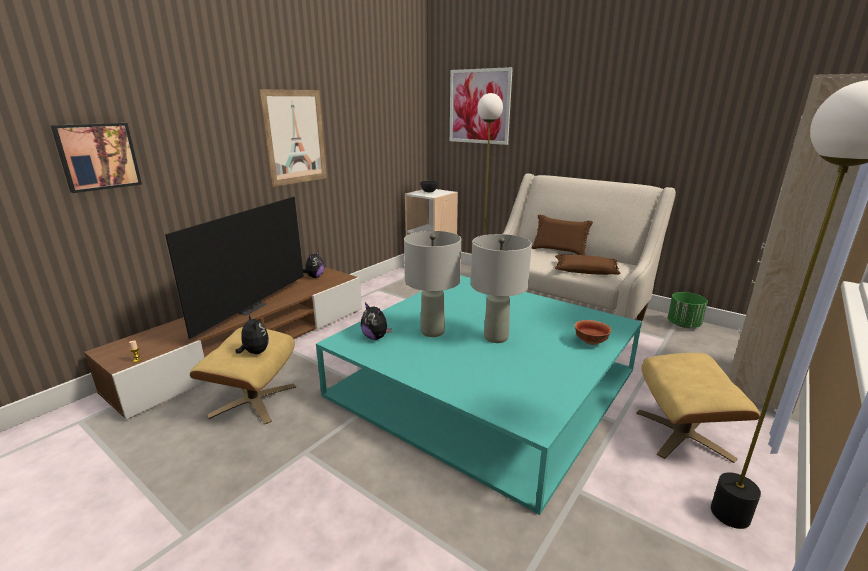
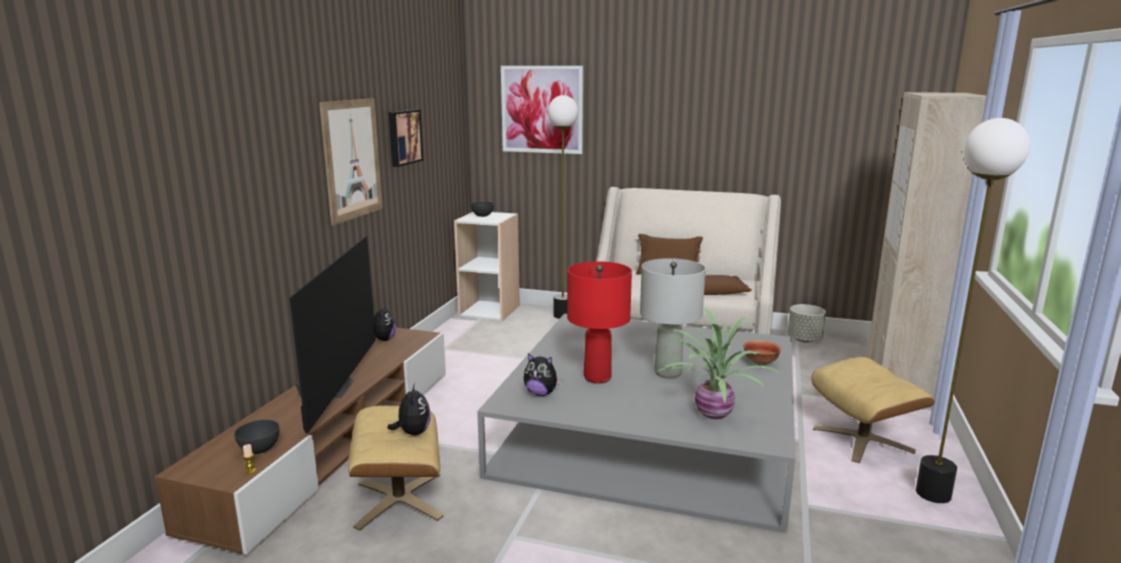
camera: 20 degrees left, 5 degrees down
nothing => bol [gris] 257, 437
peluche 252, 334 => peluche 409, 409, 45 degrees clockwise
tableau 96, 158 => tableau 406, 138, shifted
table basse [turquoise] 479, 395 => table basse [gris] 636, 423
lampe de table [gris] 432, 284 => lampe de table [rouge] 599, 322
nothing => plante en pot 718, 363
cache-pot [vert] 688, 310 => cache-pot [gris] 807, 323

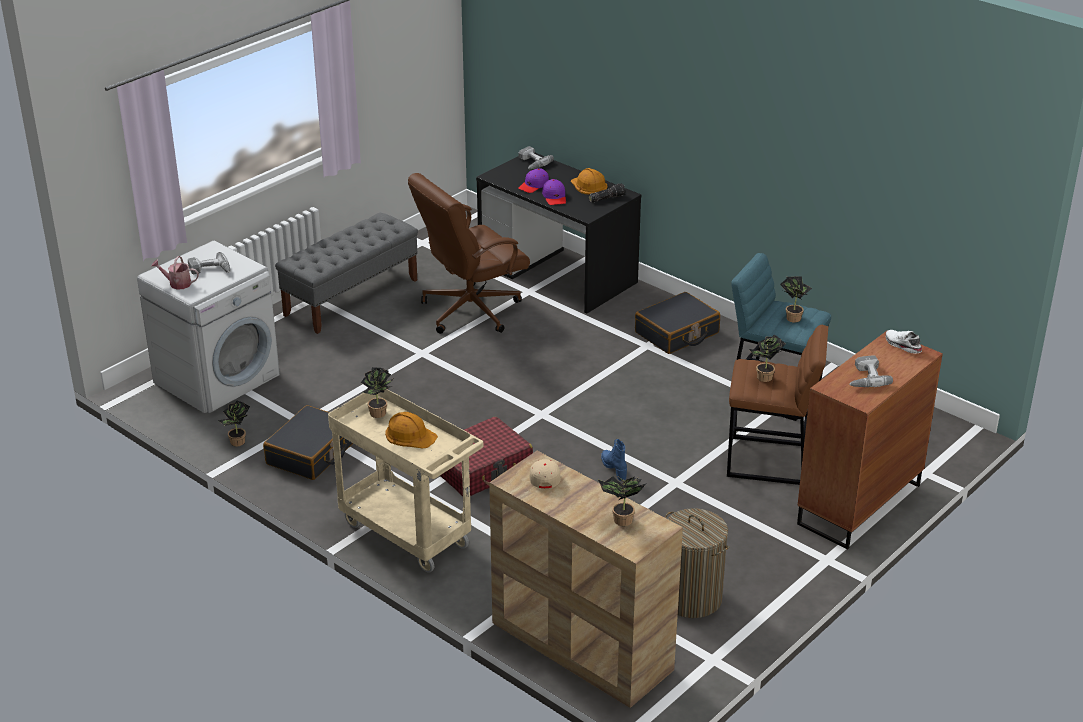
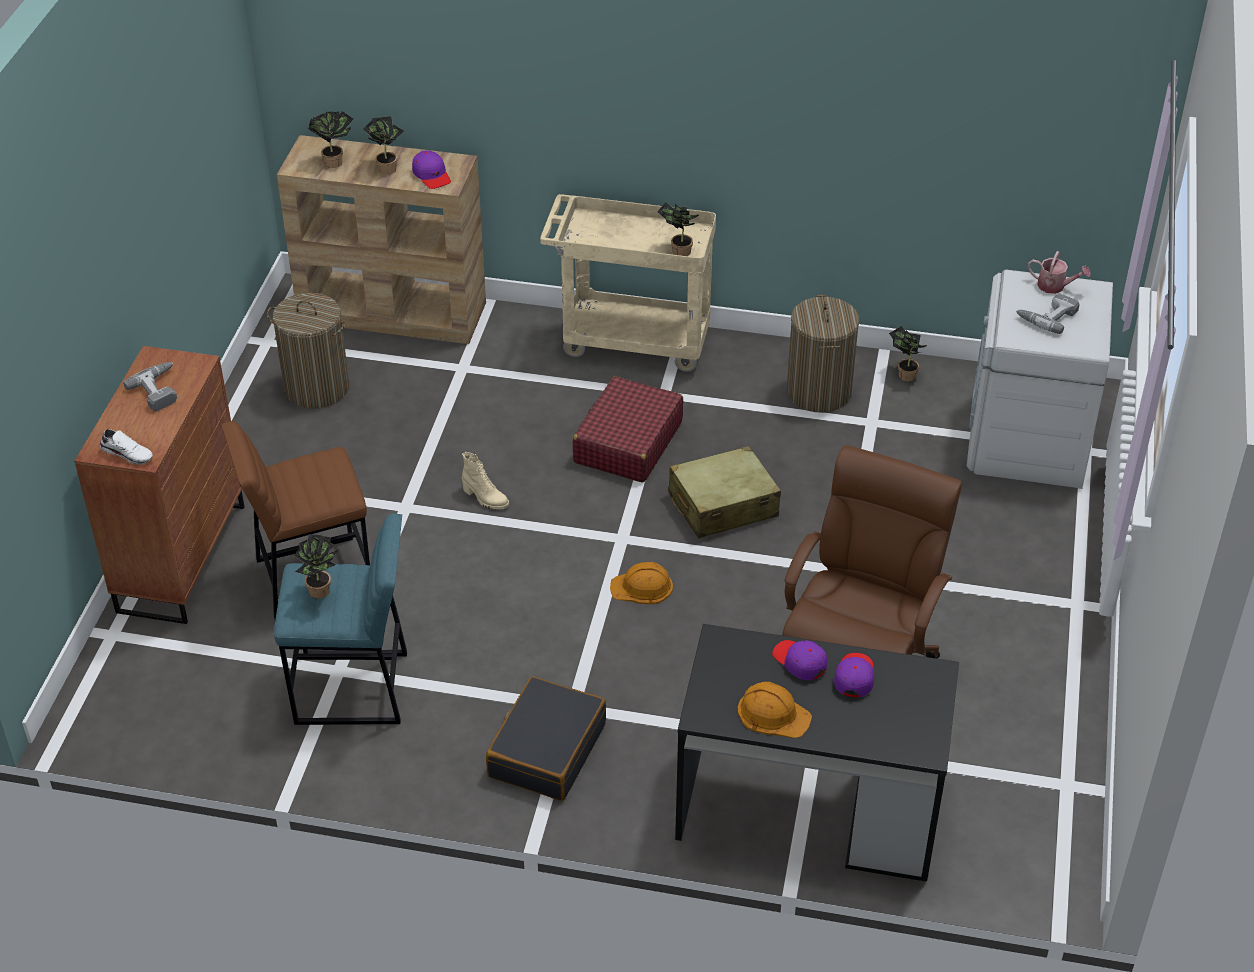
camera: 150 degrees right, 10 degrees up
plante en pot 767, 358 => plante en pot 383, 145, shifted
casquette [beige] 544, 473 => casquette [violet] 431, 169
botte [bleu] 614, 460 => botte [beige] 485, 480
casque de chantier [orange] 411, 430 => casque de chantier [orange] 641, 583, shifted
nothing => valise [beige] 724, 492
valise [noir] 308, 442 => panier à linge 823, 354
arrosoir 175, 273 => arrosoir 1059, 272, 45 degrees clockwise
banc [gris] 346, 273 => nothing
perceuse 536, 158 => nothing
lampe de poche 607, 193 => nothing

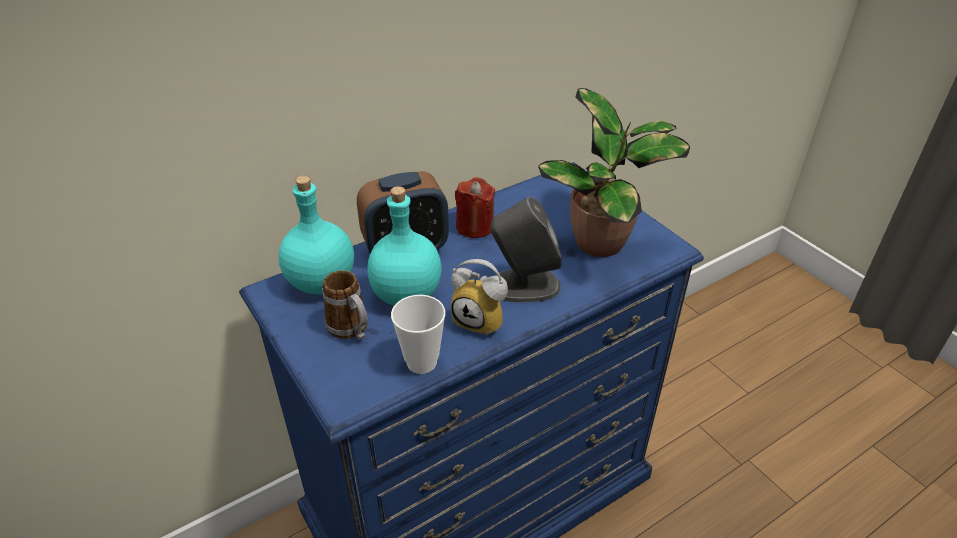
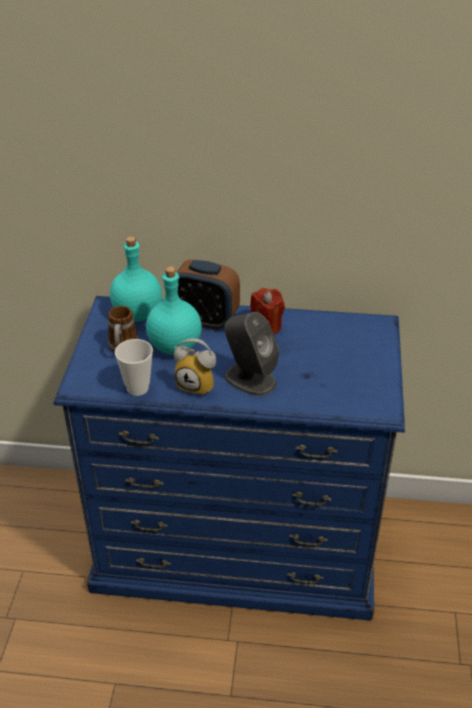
camera: 40 degrees right, 0 degrees up
réveil 479, 298 => réveil 195, 367, 45 degrees counterclockwise
plante en pot 614, 172 => nothing

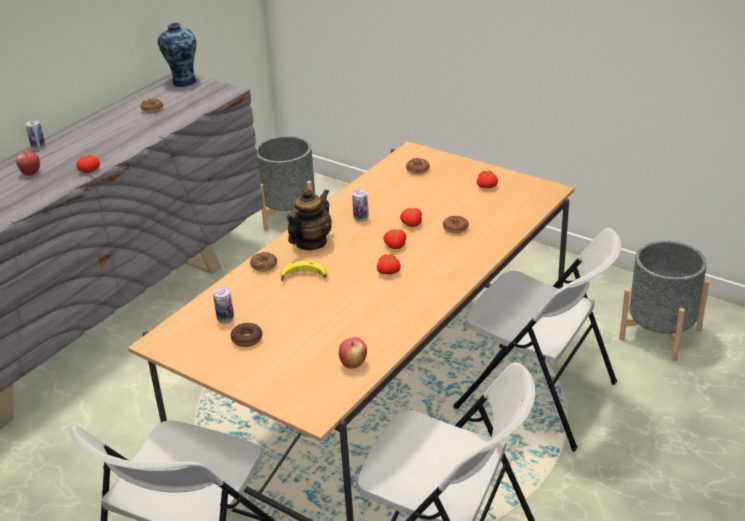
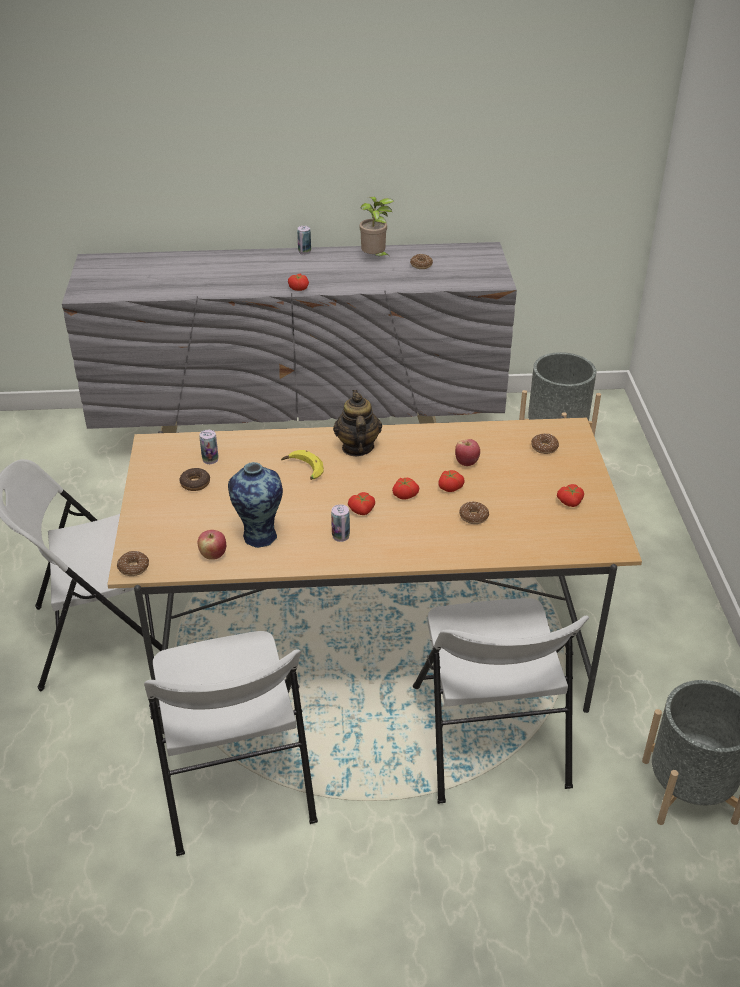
camera: 50 degrees right, 5 degrees up
beignet 263, 262 => beignet 133, 563, shifted
vase 177, 55 => vase 255, 505, shifted
boîte métallique 360, 206 => boîte métallique 340, 523, shifted
théière 309, 219 => théière 357, 423, 90 degrees counterclockwise
nothing => plante en pot 376, 227
pomme 28, 163 => pomme 467, 452, shifted

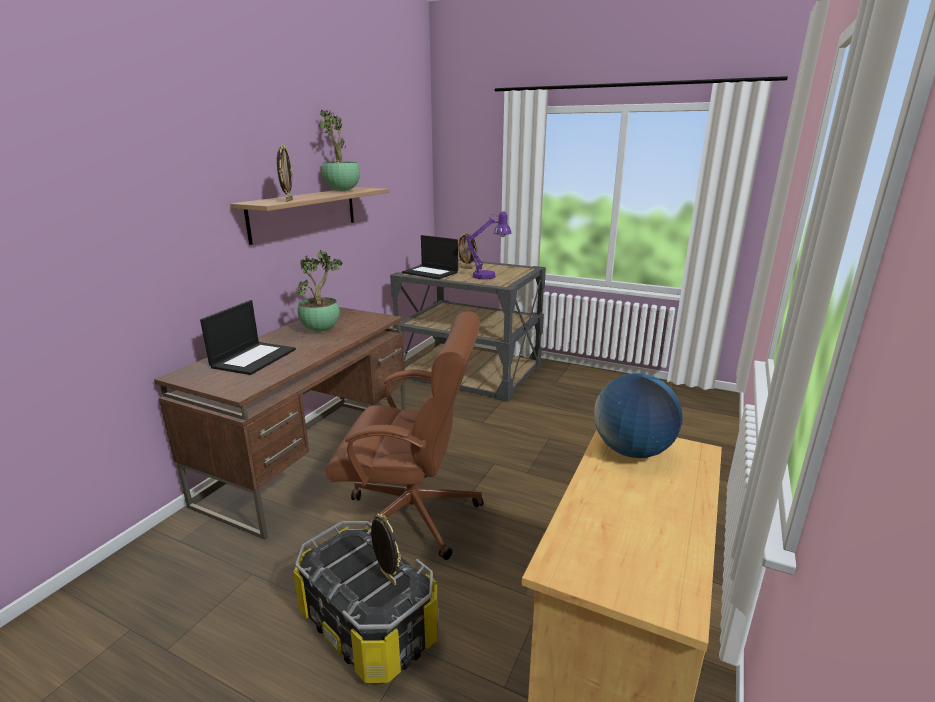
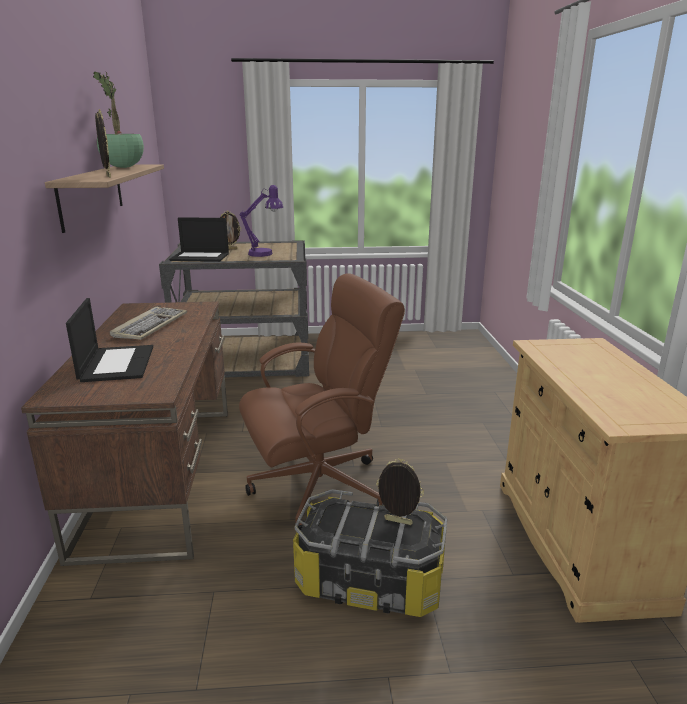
camera: 30 degrees left, 0 degrees up
plante en pot 319, 291 => clavier 148, 323
globe 638, 415 => nothing

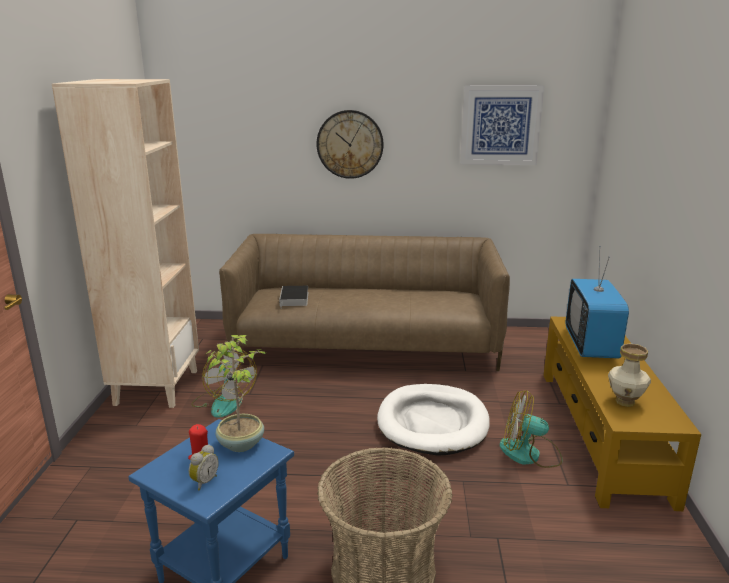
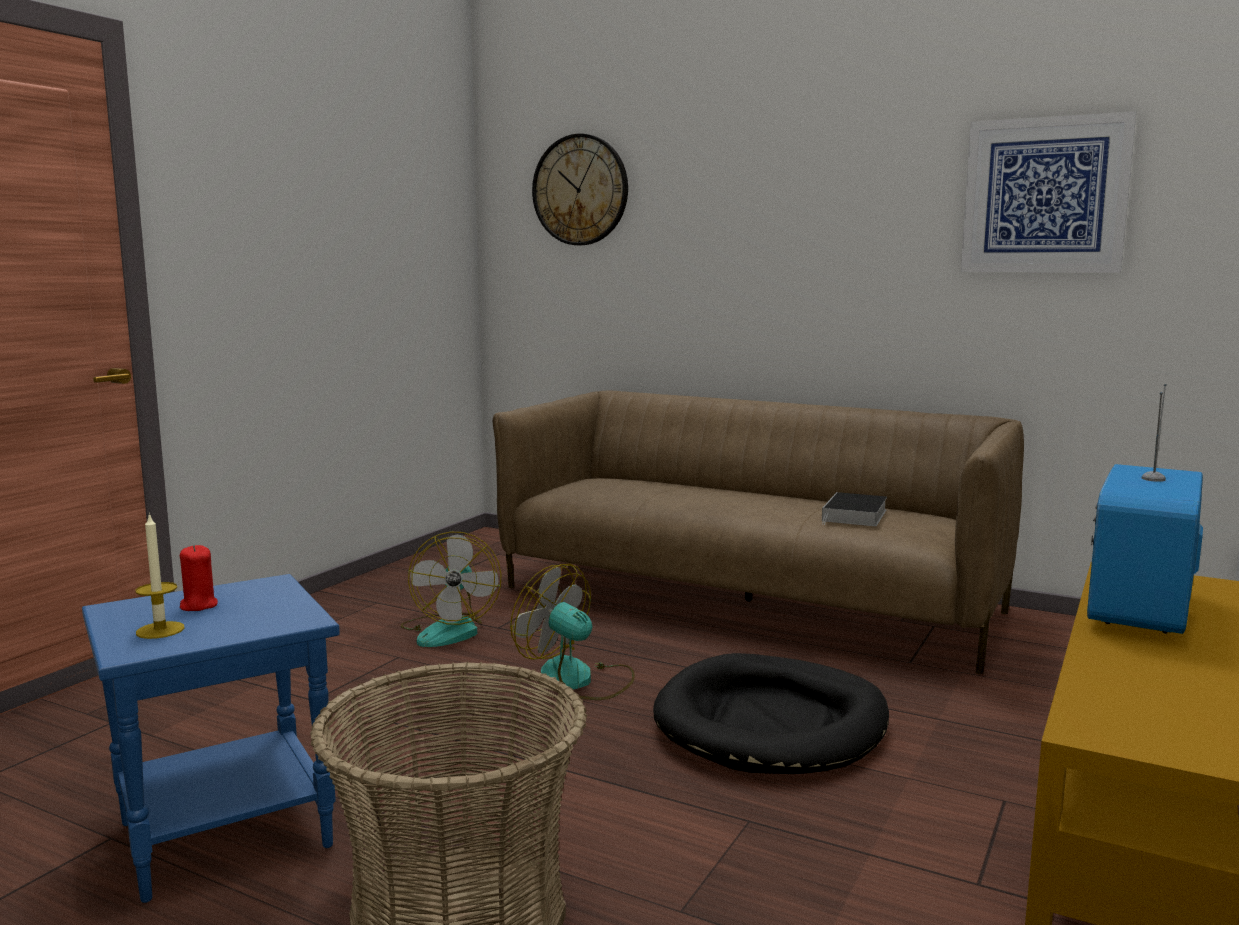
camera: 25 degrees right, 10 degrees down
réveil 204, 467 => bougie 160, 576
ventilateur 531, 429 => ventilateur 572, 632, shifted
horloge murale 350, 144 => horloge murale 580, 189, shifted
panier pour chien [blanc] 433, 420 => panier pour chien [noir] 771, 713
livre 294, 296 => livre 854, 509, shifted
bibliothèque [beige] 125, 243 => nothing
plante en pot 235, 393 => nothing
vase 629, 375 => nothing

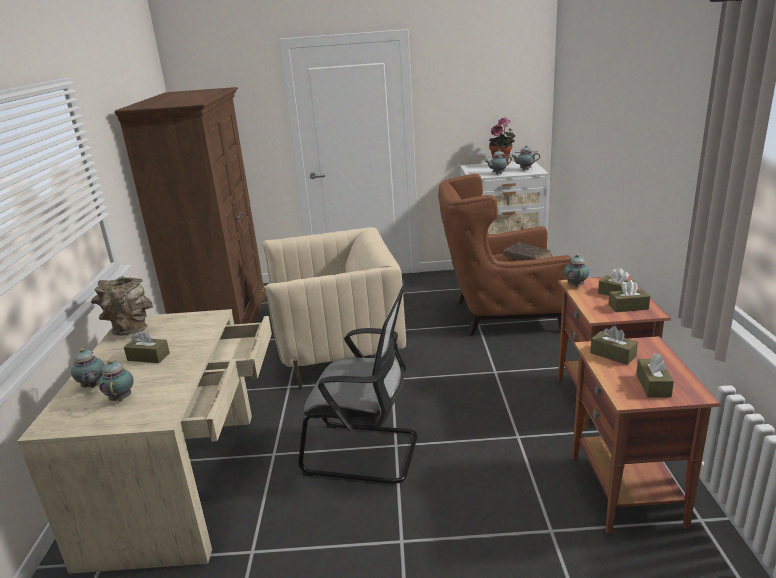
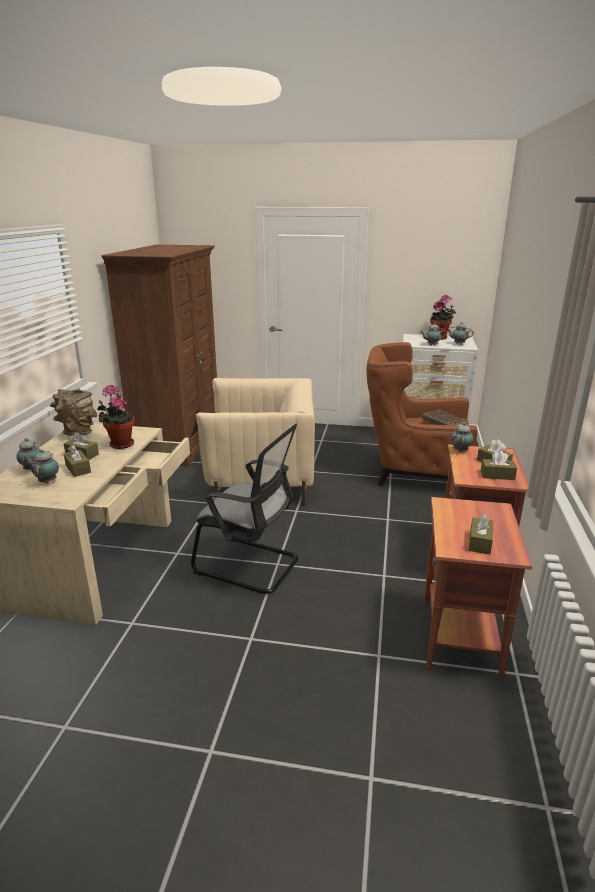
camera: 10 degrees right, 0 degrees up
boîte à mouchoirs [marron] 614, 345 => boîte à mouchoirs [marron] 77, 461, shifted
nothing => plante en pot 115, 417

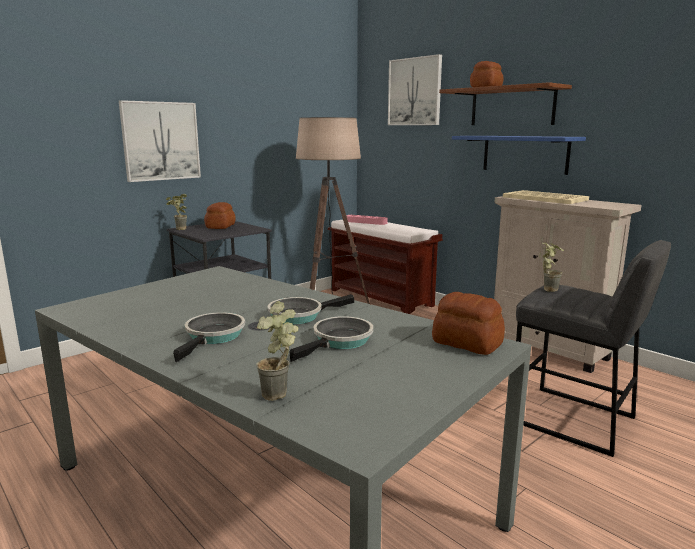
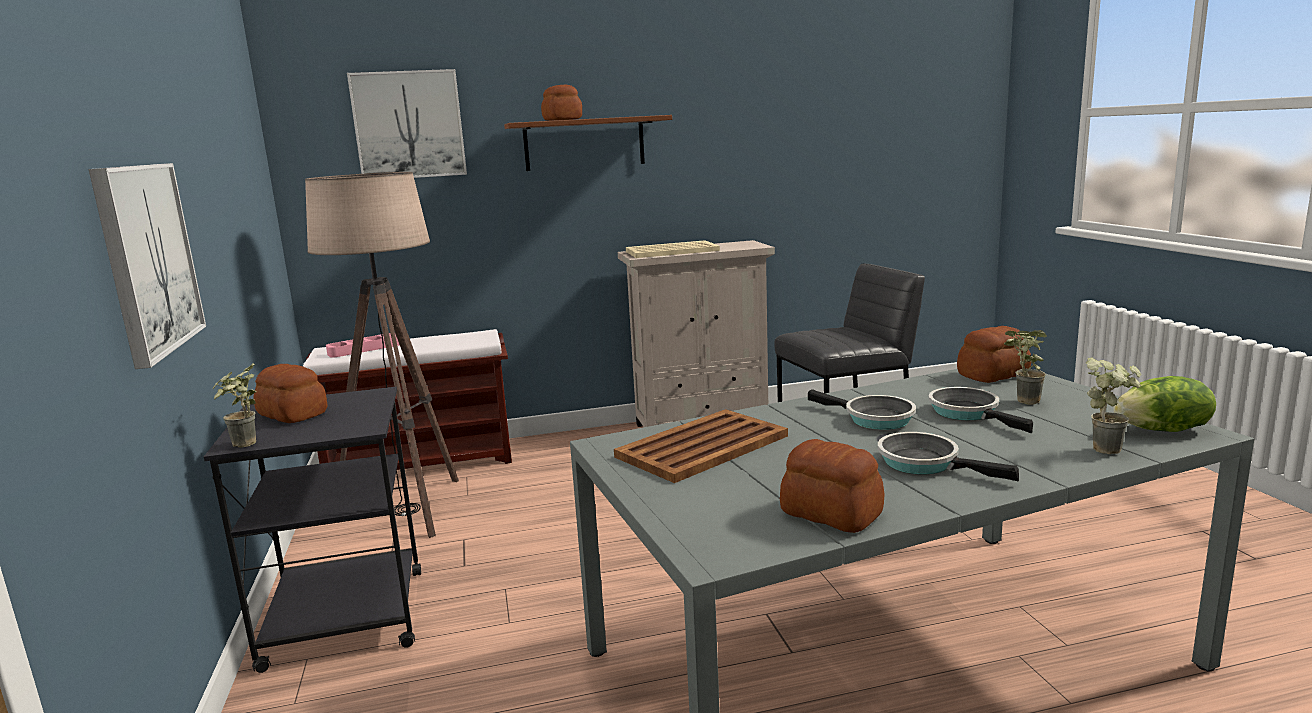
camera: 60 degrees left, 0 degrees up
nothing => plateau [marron] 701, 446
nothing => pain 832, 486
poêle 310, 309 => poêle 862, 409, 45 degrees counterclockwise
plante en pot 553, 267 => plante en pot 1025, 367, shifted
nothing => laitue 1164, 404
étagère [bleu] 519, 155 => nothing

